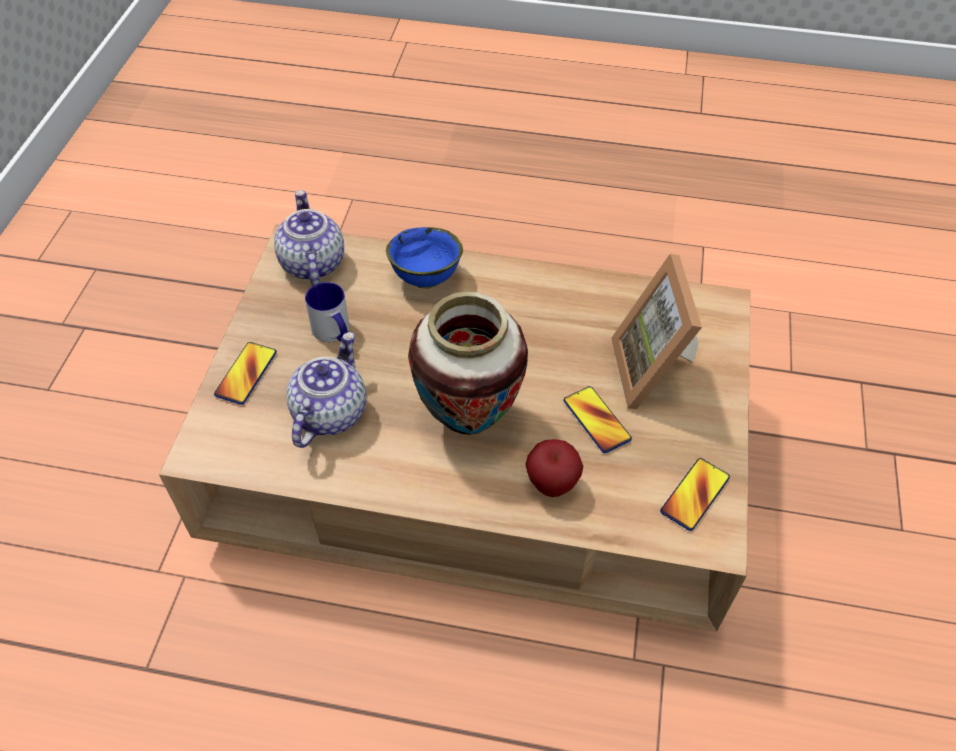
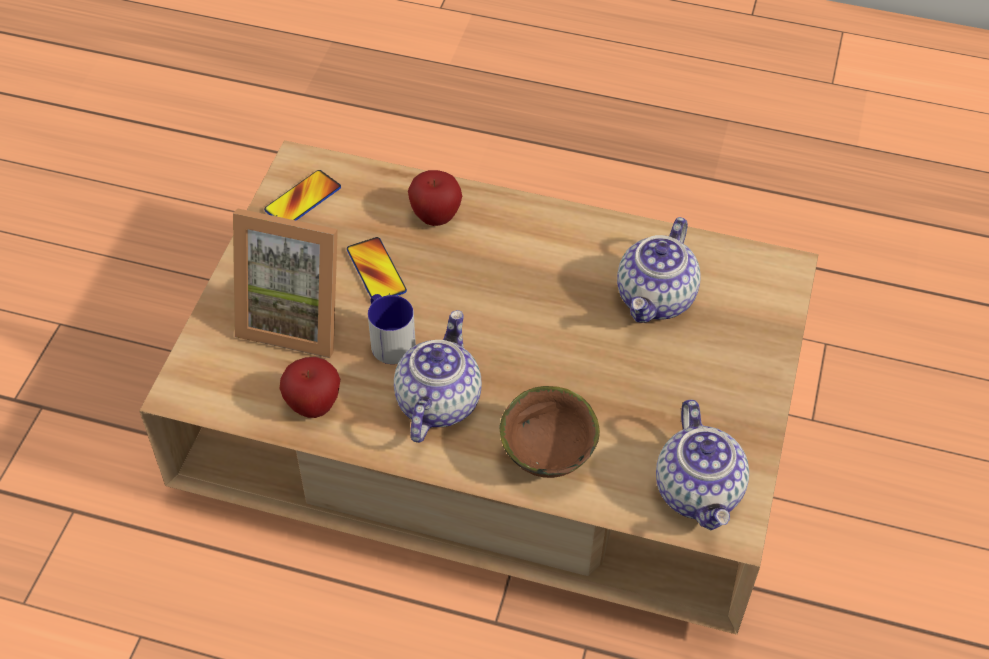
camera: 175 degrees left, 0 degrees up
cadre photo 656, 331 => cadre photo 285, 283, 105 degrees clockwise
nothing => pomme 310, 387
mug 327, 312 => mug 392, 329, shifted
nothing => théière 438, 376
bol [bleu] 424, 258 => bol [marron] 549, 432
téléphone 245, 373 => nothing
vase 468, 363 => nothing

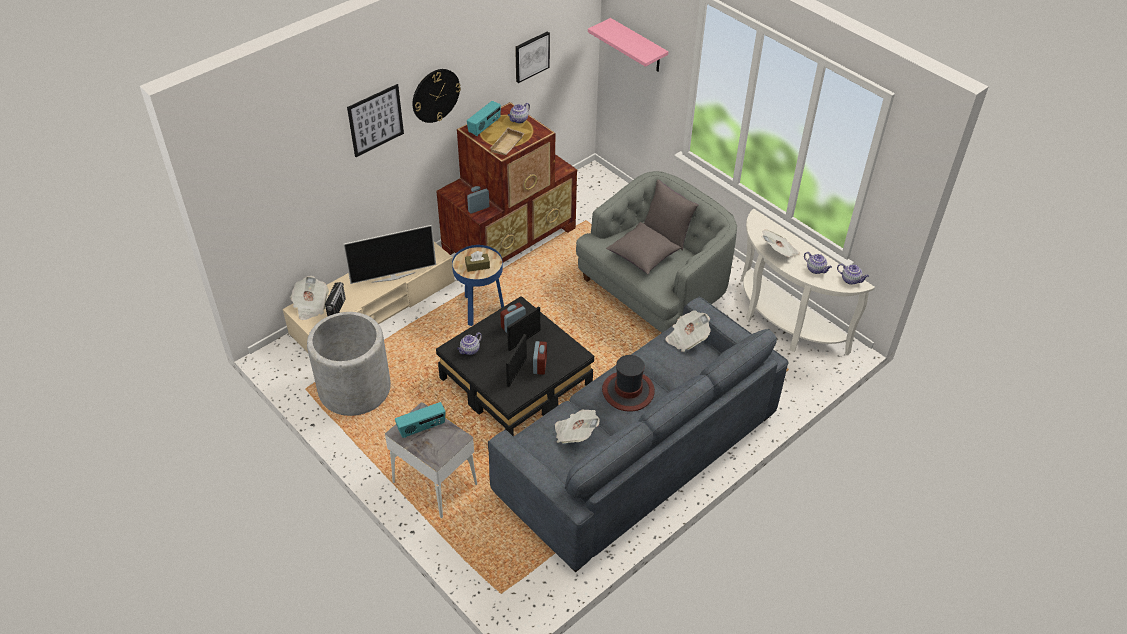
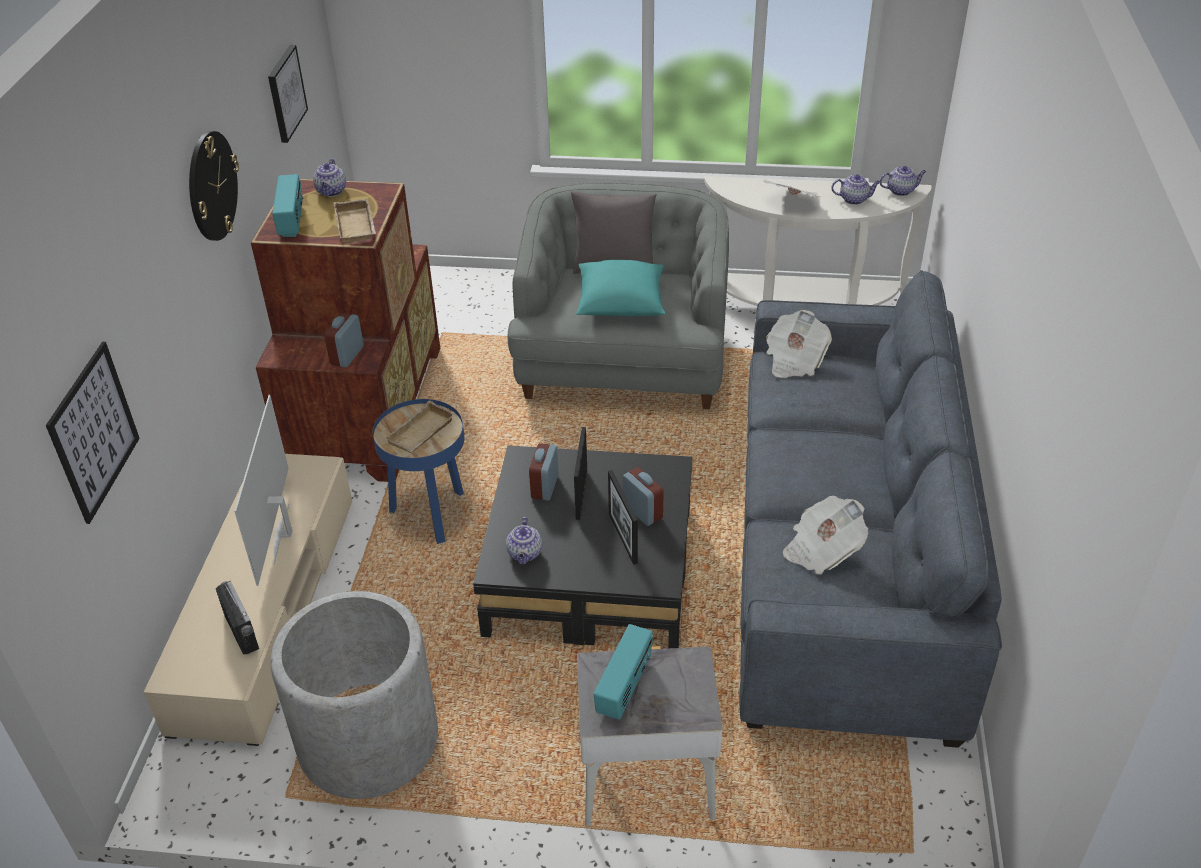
camera: 40 degrees left, 5 degrees down
tableau 375, 120 => tableau 93, 433, shifted
téléviseur 389, 254 => téléviseur 263, 490, 150 degrees clockwise
boîte à mouchoirs [marron] 477, 261 => plateau [beige] 420, 426
coussin [gris] 643, 248 => coussin [turquoise] 620, 288
journal 309, 298 => nothing
étagère [rose] 628, 45 => nothing
chapeau 628, 383 => nothing

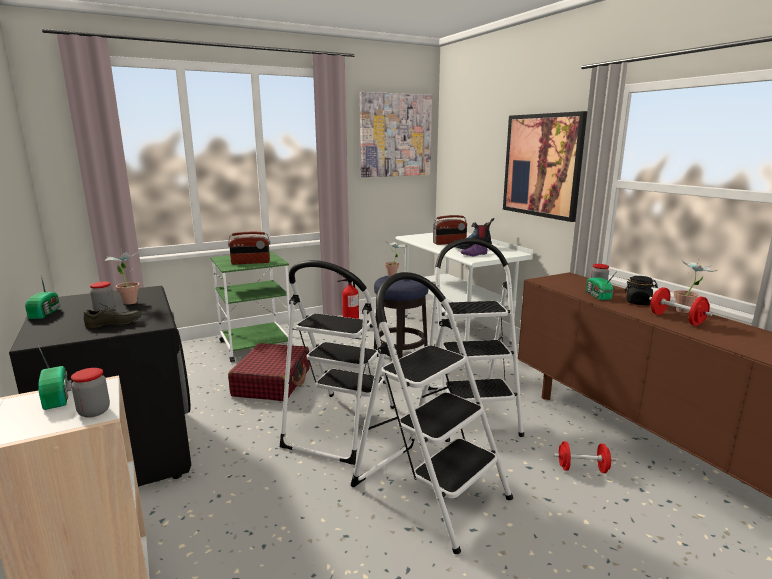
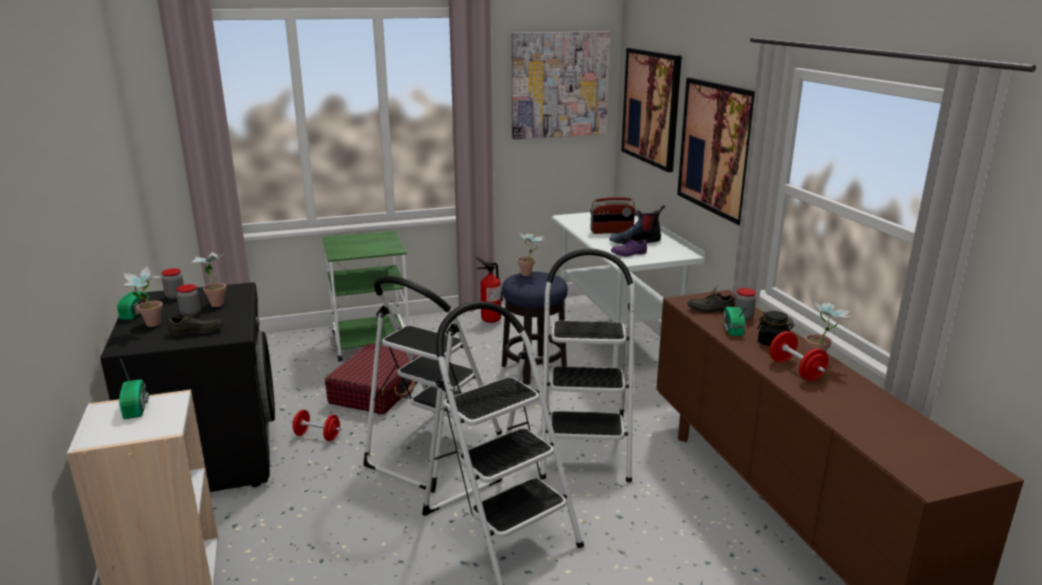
camera: 10 degrees right, 5 degrees up
nothing => plante en pot 142, 296
bocal 90, 393 => bocal 172, 284, shifted
haltère [rouge] 584, 457 => haltère [rouge] 316, 425, shifted
nothing => tableau 651, 110
nothing => chaussure [gris] 711, 298
radio 249, 248 => nothing

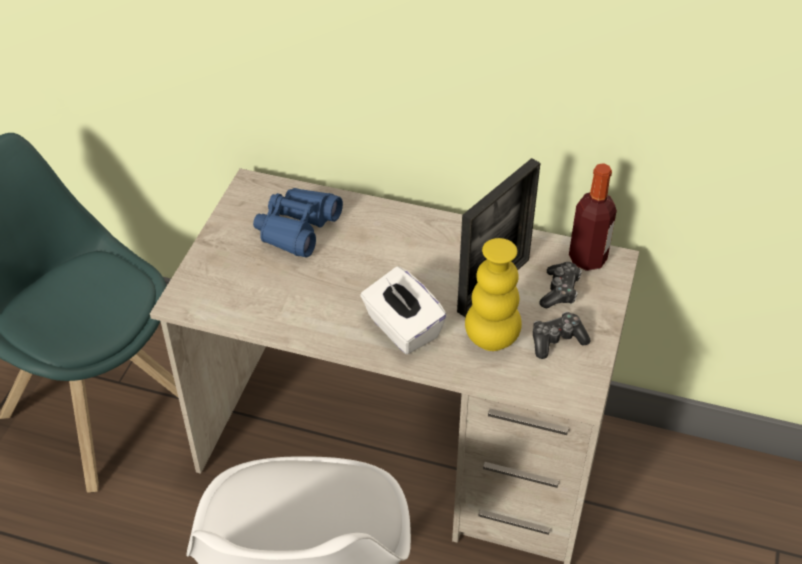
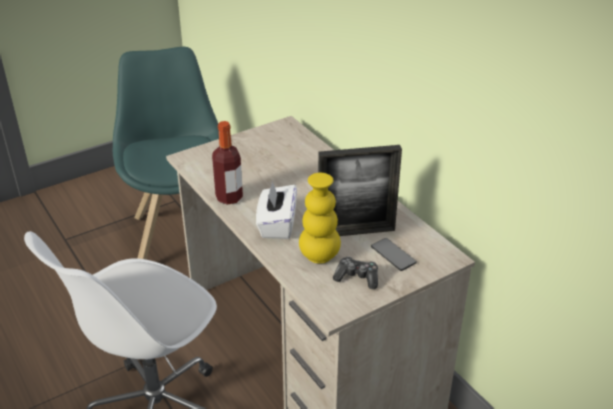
camera: 40 degrees right, 10 degrees down
bouteille 593, 217 => bouteille 227, 163, shifted
manette 560, 285 => téléphone 394, 254
jumelles [bleu] 298, 223 => nothing

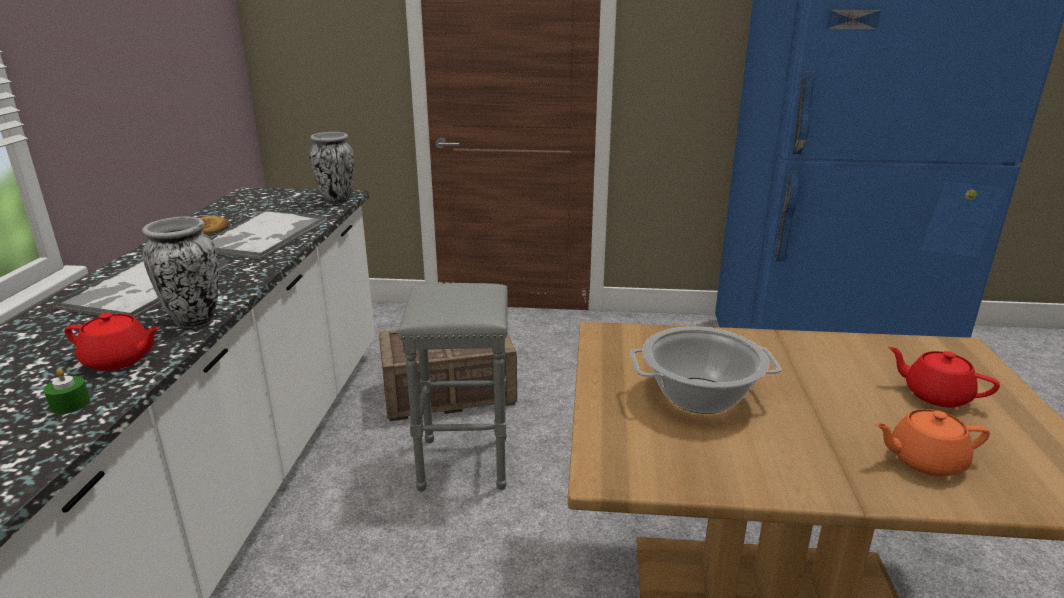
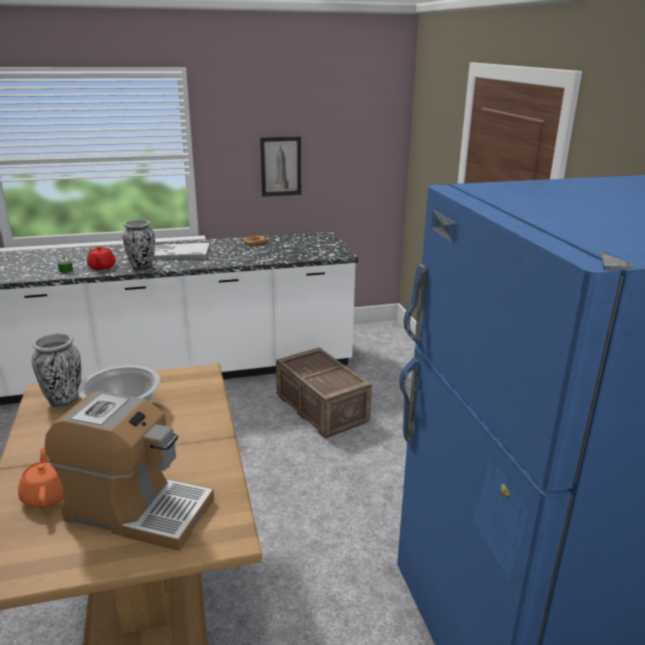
camera: 70 degrees right, 0 degrees up
vase 331, 168 => vase 56, 370, shifted
théière [rouge] 944, 377 => machine à café 129, 471
nothing => tableau 280, 166
plateau 268, 235 => nothing
tabouret [gris] 453, 387 => nothing

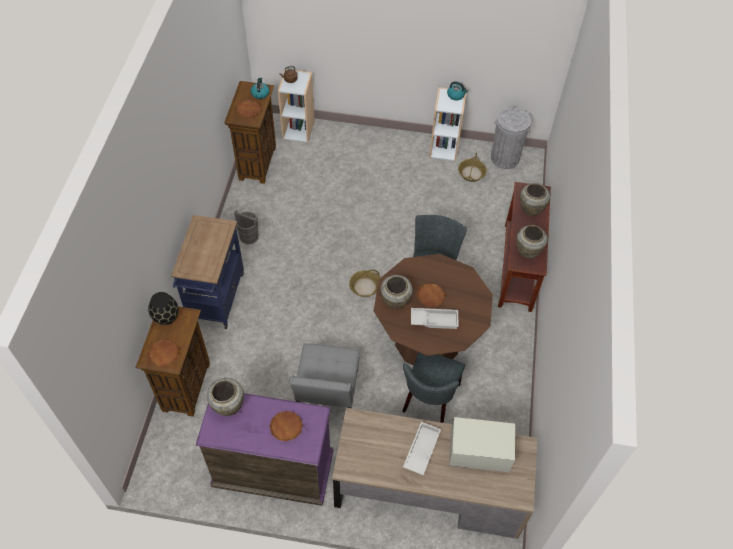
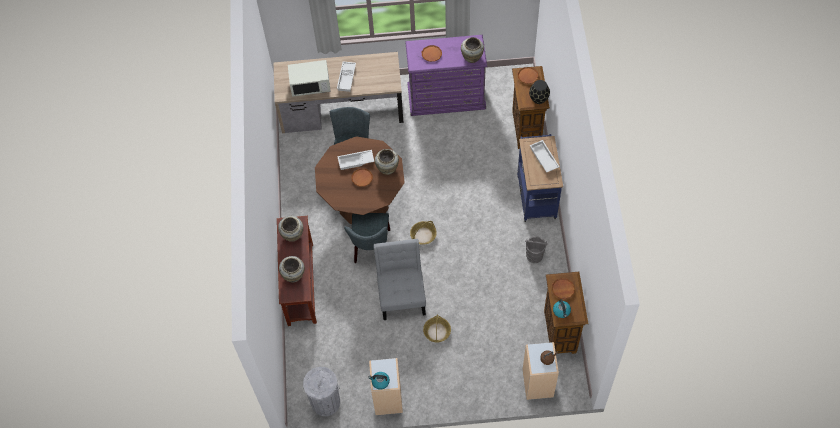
camera: 170 degrees right, 5 degrees up
chaise [gris] 324, 375 => chaise [gris] 400, 279, shifted
panier 472, 167 => panier 437, 328, shifted
nothing => plateau [blanc] 544, 156

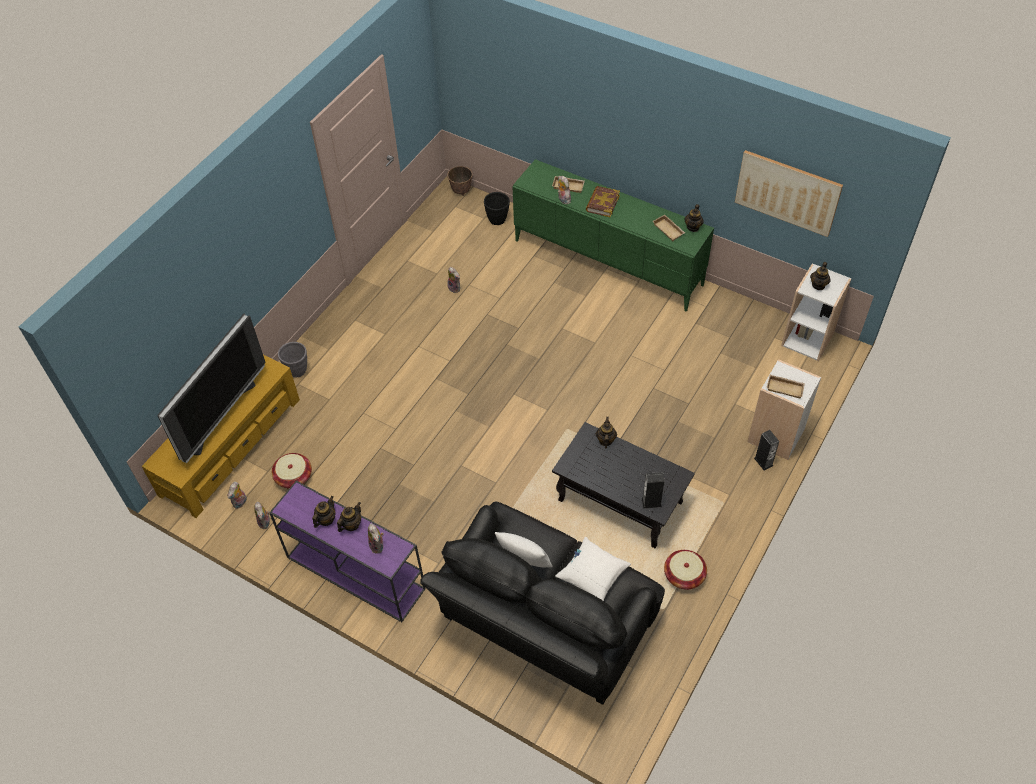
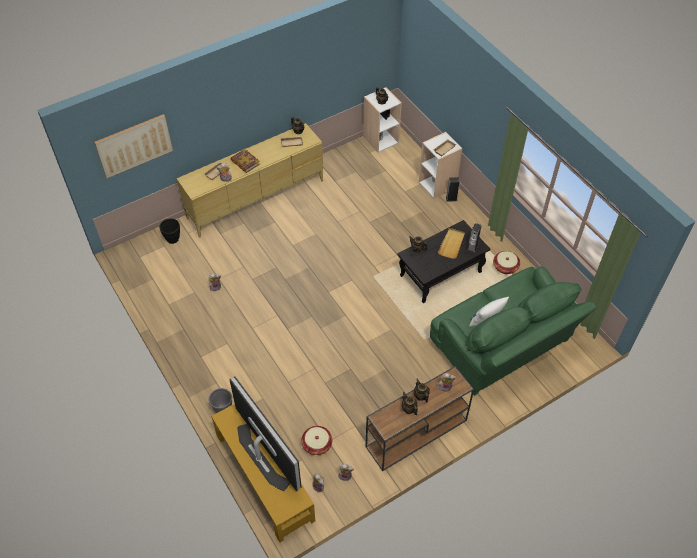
camera: 65 degrees left, 0 degrees up
tableau 789, 193 => tableau 133, 146, shifted
meuble de rangement [vert] 613, 235 => meuble de rangement [beige] 250, 180
table console [violet] 347, 551 => table console [marron] 419, 418
canapé [noir] 542, 603 => canapé [vert] 513, 331
nothing => plateau [beige] 451, 243
cache-pot 459, 181 => nothing
coussin [blanc] 593, 569 => nothing

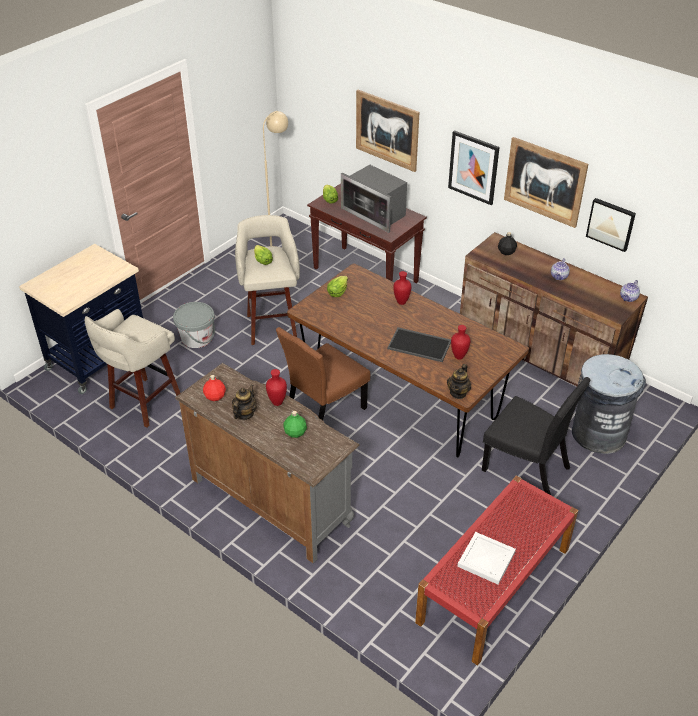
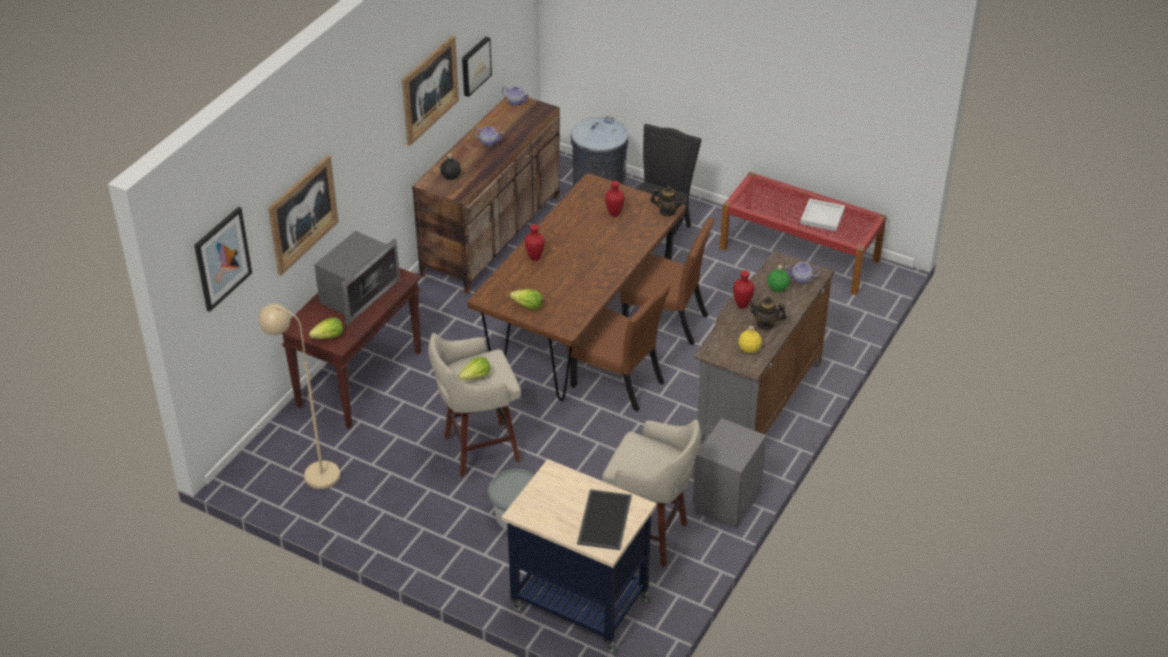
camera: 100 degrees left, 0 degrees up
tableau 474, 167 => tableau 223, 259, shifted
plateau 419, 344 => plateau 604, 519, shifted
nothing => chaise [marron] 667, 281
nothing => table de chevet [gris] 729, 473
bouteille [rouge] 214, 388 => bouteille [jaune] 750, 339
nothing => théière 803, 273

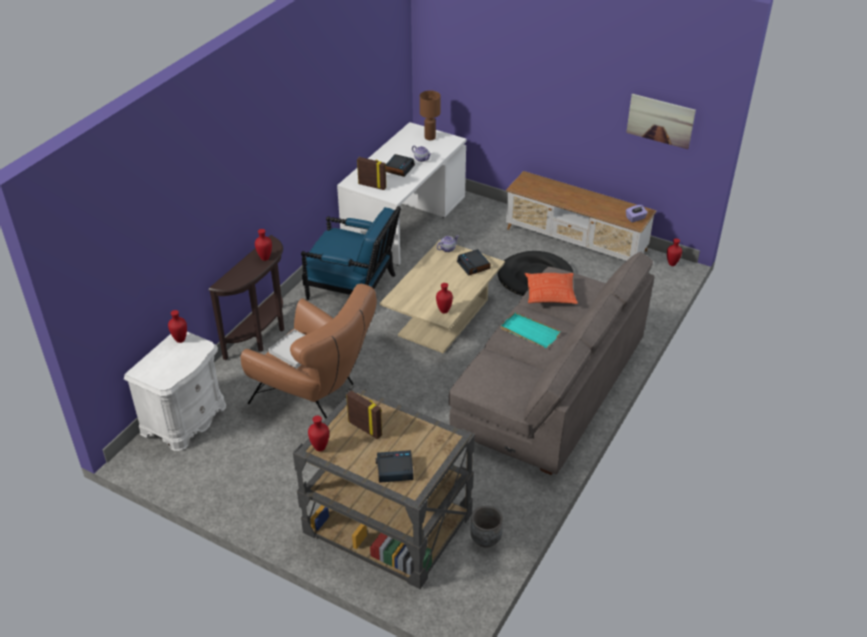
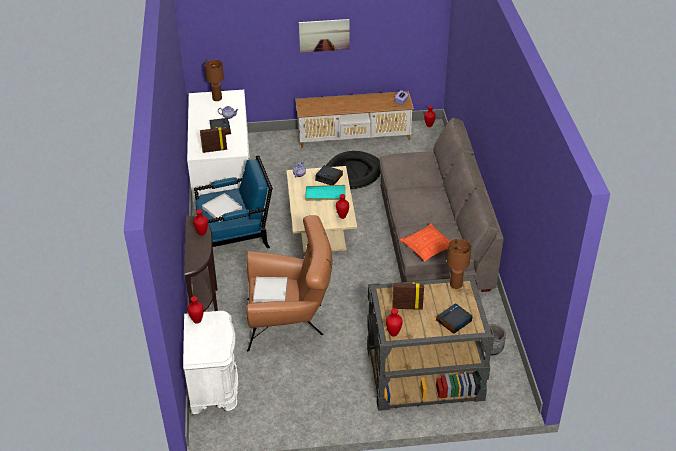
camera: 35 degrees left, 0 degrees up
nothing => plateau [blanc] 222, 207
tableau 661, 121 => tableau 324, 36, shifted
plateau [turquoise] 530, 330 => plateau [turquoise] 325, 193, shifted
coussin [orange] 551, 288 => coussin [orange] 424, 243, shifted
nothing => lampe de table [marron] 459, 264

